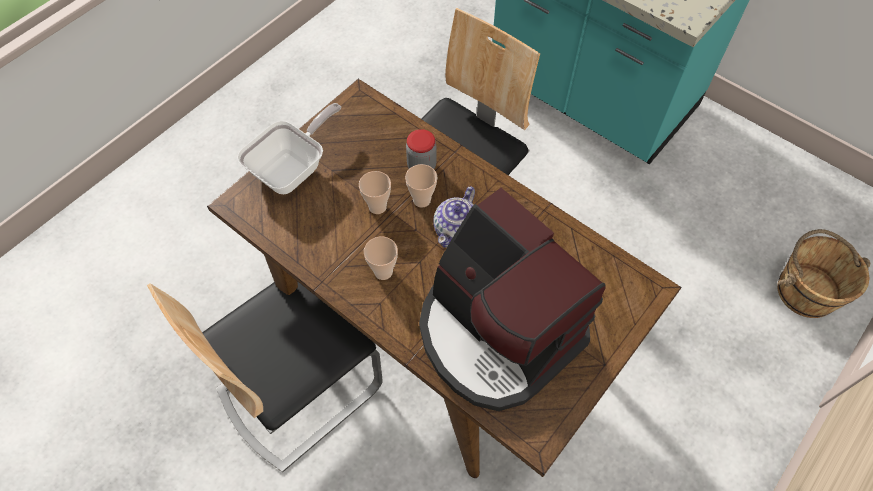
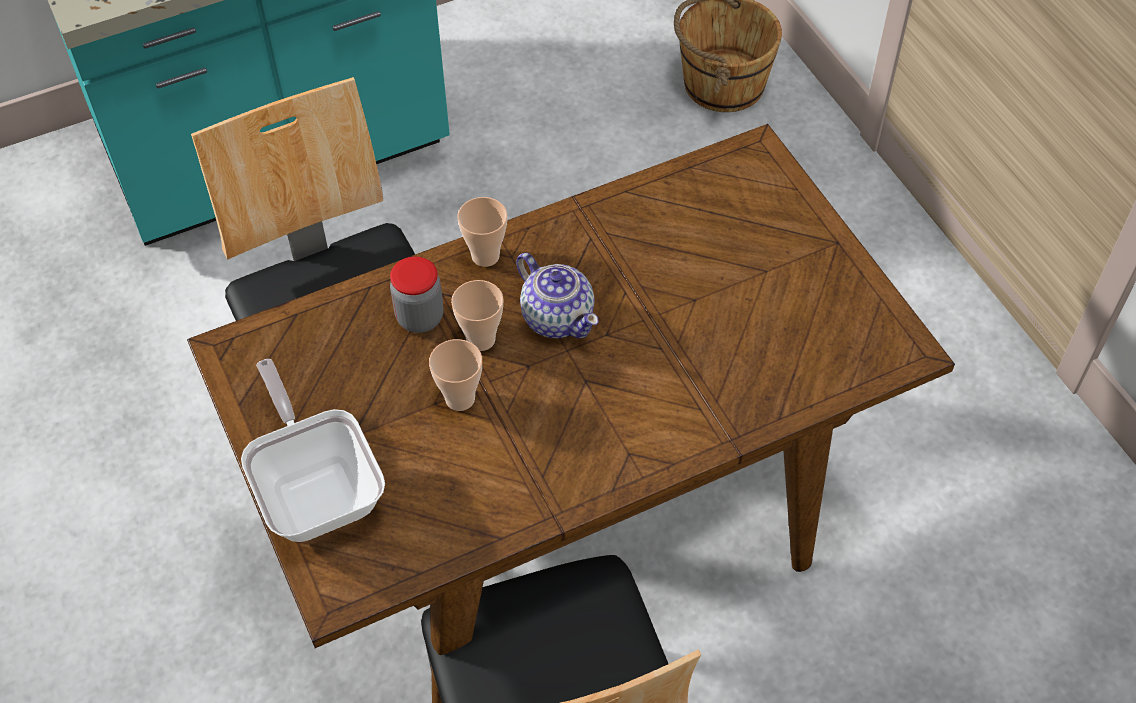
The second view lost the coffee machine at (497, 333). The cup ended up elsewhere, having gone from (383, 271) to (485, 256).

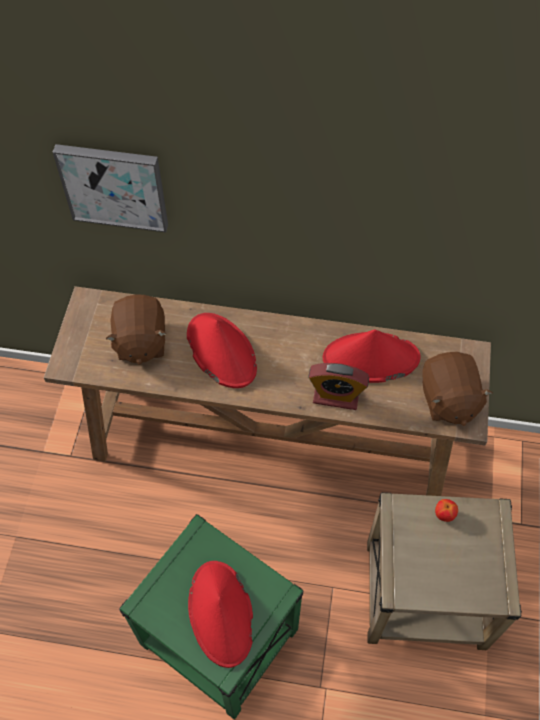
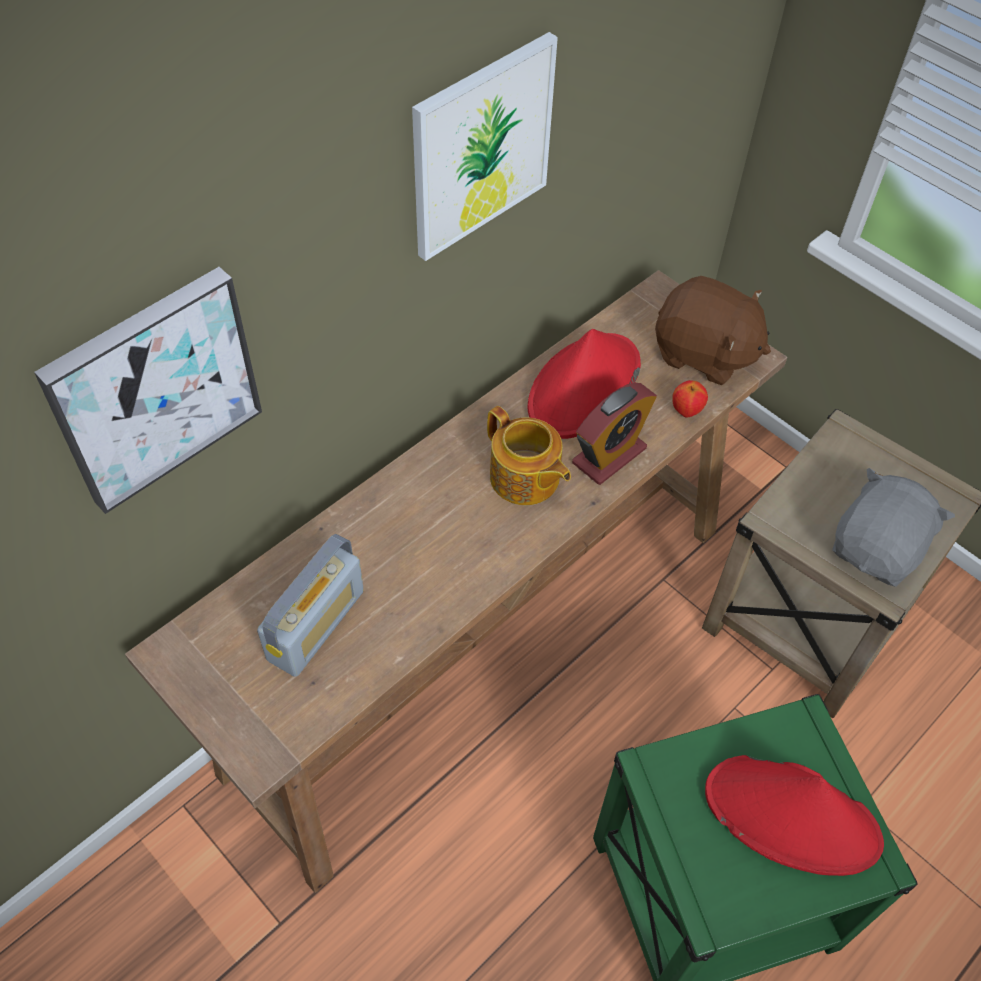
Where the brown plush toy stood at (140, 342), the radio came to stand at (316, 625). The second view lost the red hat at (221, 351). The apple ended up elsewhere, having gone from (444, 515) to (686, 411). The second view gained the picture at (481, 147). The second view gained the teapot at (525, 479). The second view gained the grey plush toy at (877, 550).

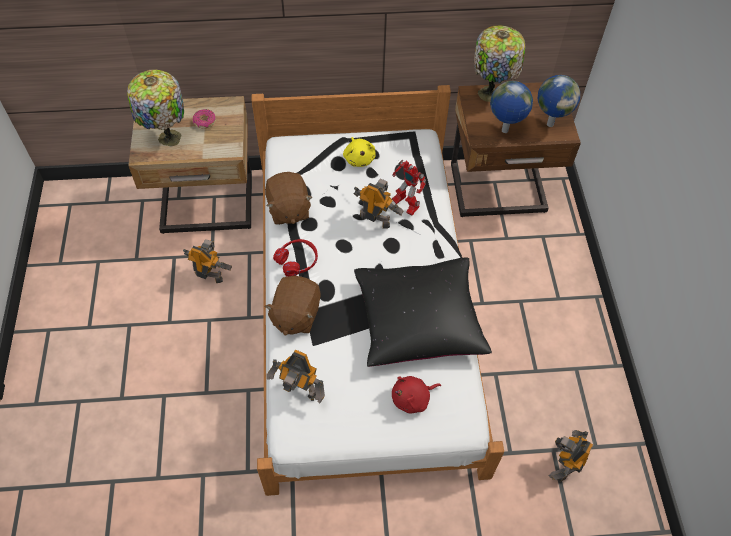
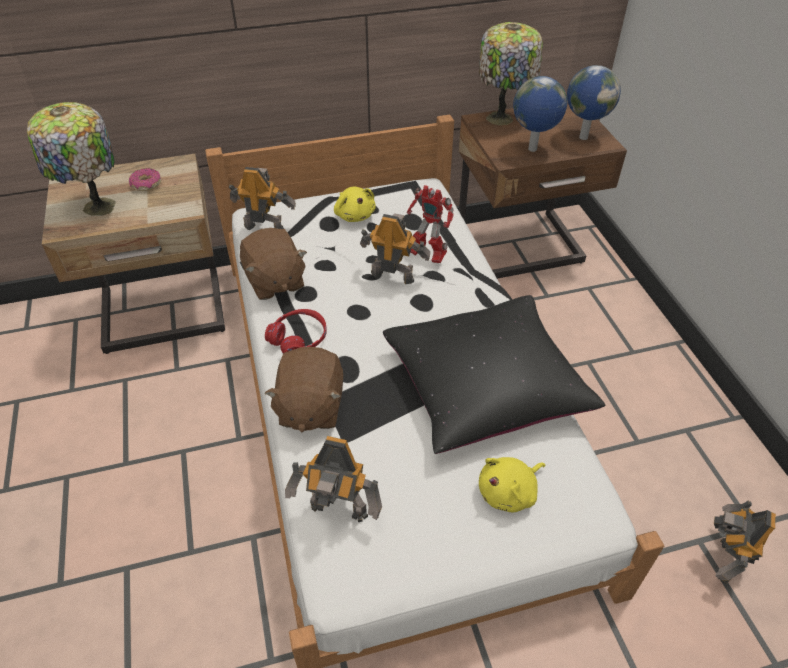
The toy robot ended up elsewhere, having gone from (209, 275) to (264, 227). What was the red plush toy at (413, 399) turned into the yellow plush toy at (509, 492).

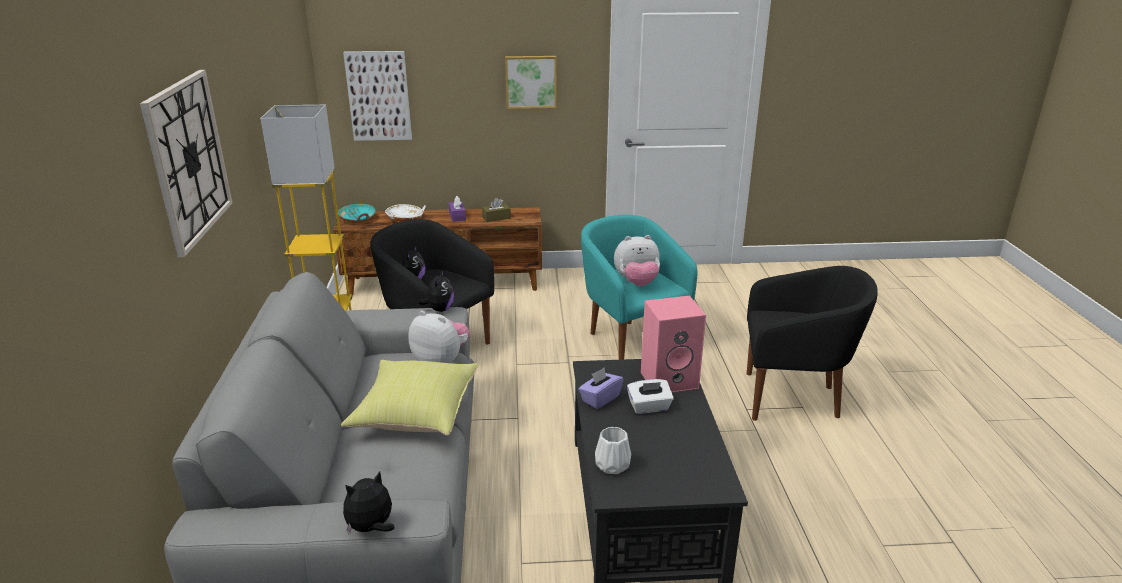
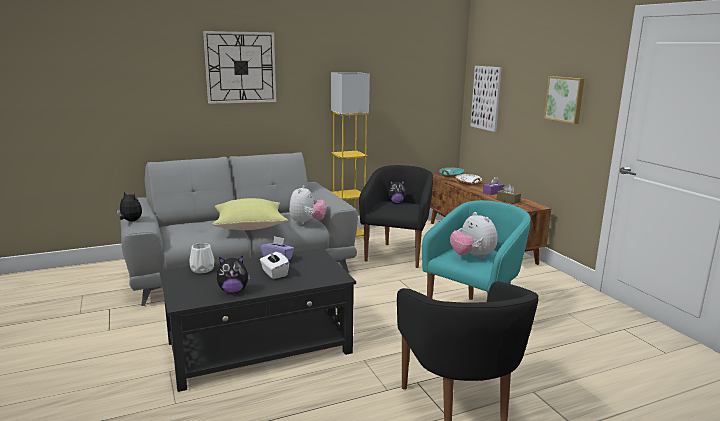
The plush toy ended up elsewhere, having gone from (439, 309) to (233, 291). The second view lost the pink speaker at (670, 379).

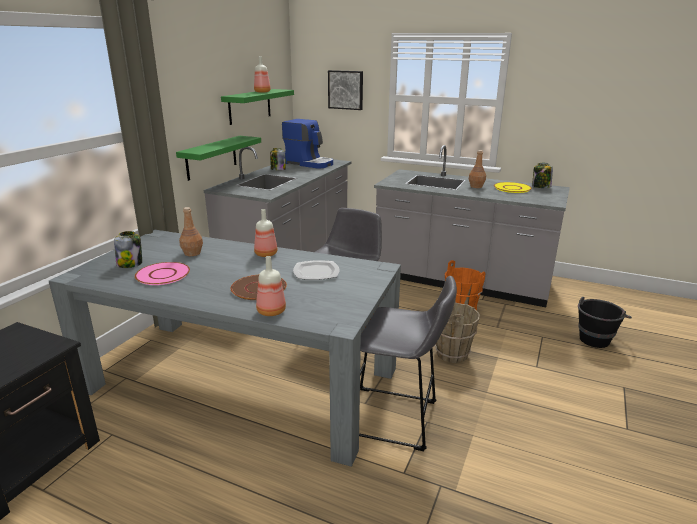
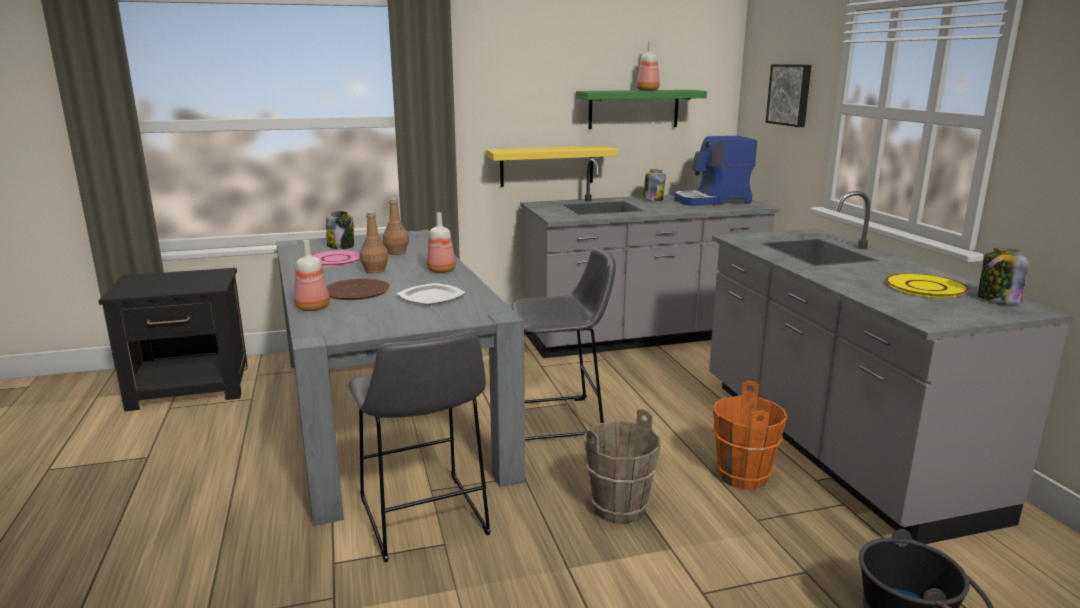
The coffee machine at (309, 163) ended up facing another way, 90 degrees clockwise from before. What was the green shelf at (211, 157) turned into the yellow shelf at (547, 166). The brown bottle ended up elsewhere, having gone from (476, 186) to (374, 270).

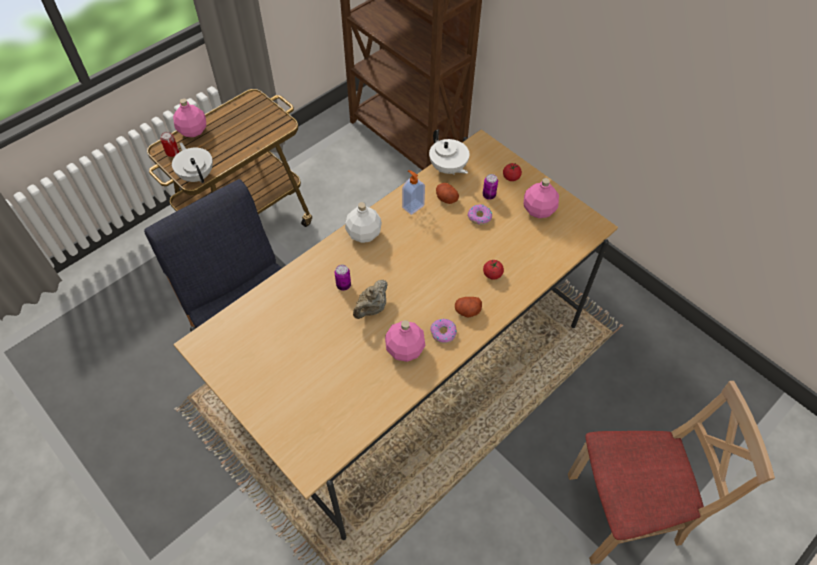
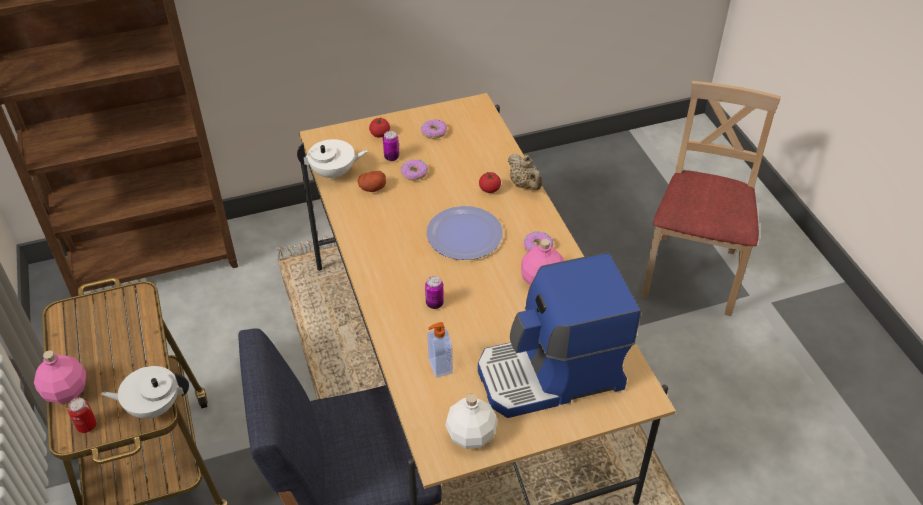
The soap dispenser ended up elsewhere, having gone from (412, 206) to (439, 366). Where the pink bottle stood at (538, 210), the donut came to stand at (434, 132). The white bottle ended up elsewhere, having gone from (363, 233) to (470, 435). The beige teapot ended up elsewhere, having gone from (371, 309) to (525, 185). The second view lost the potato at (467, 311). The second view gained the plate at (465, 234). The second view gained the coffee machine at (551, 375).

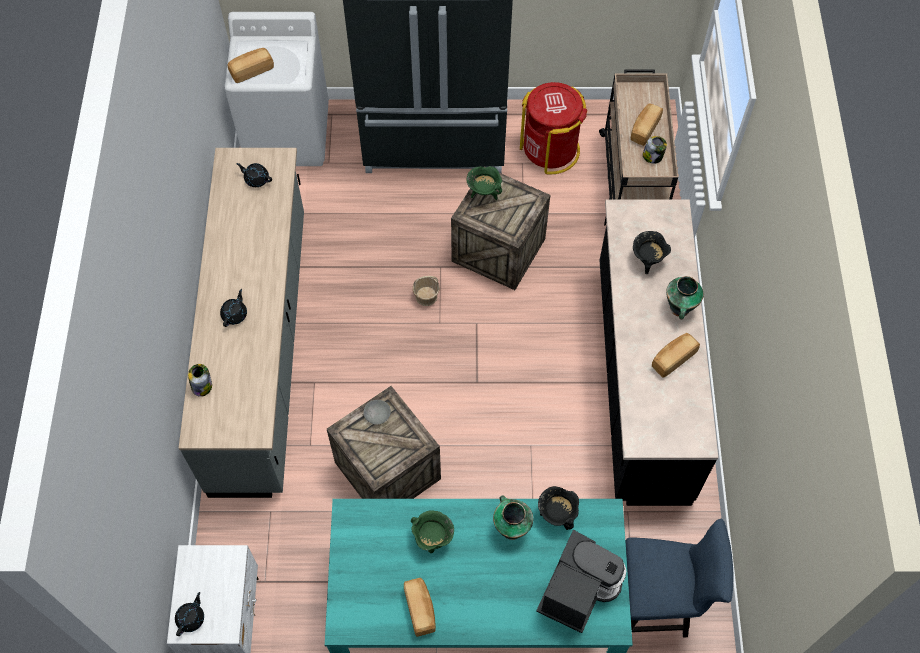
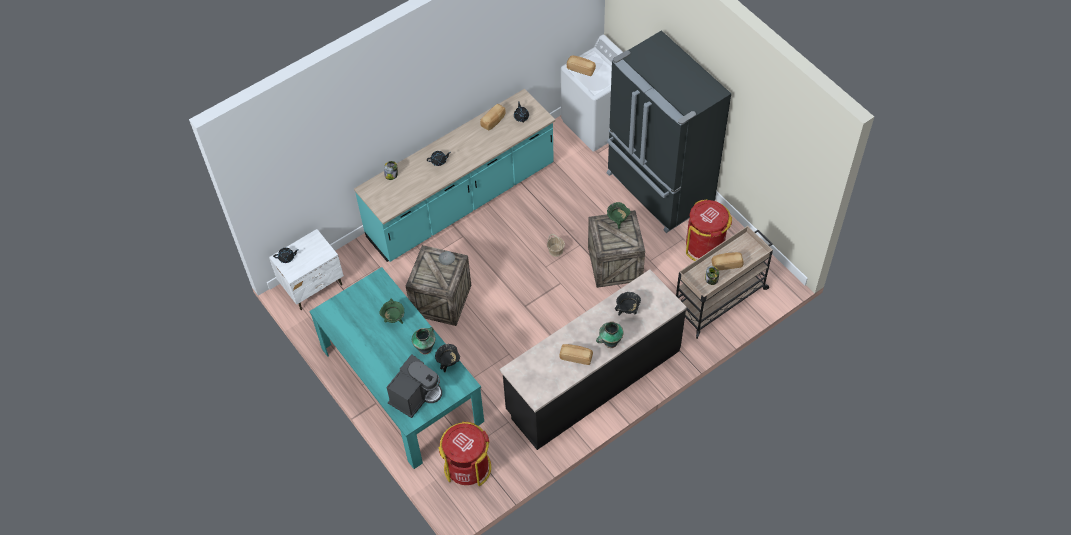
What was the grey counter at (262, 350) turned into the turquoise counter at (461, 202). Where the blue chair stood at (658, 603), the red trash can came to stand at (467, 467). The coffee machine at (577, 590) ended up facing another way, 45 degrees counterclockwise from before. The bread ended up elsewhere, having gone from (421, 609) to (493, 121).

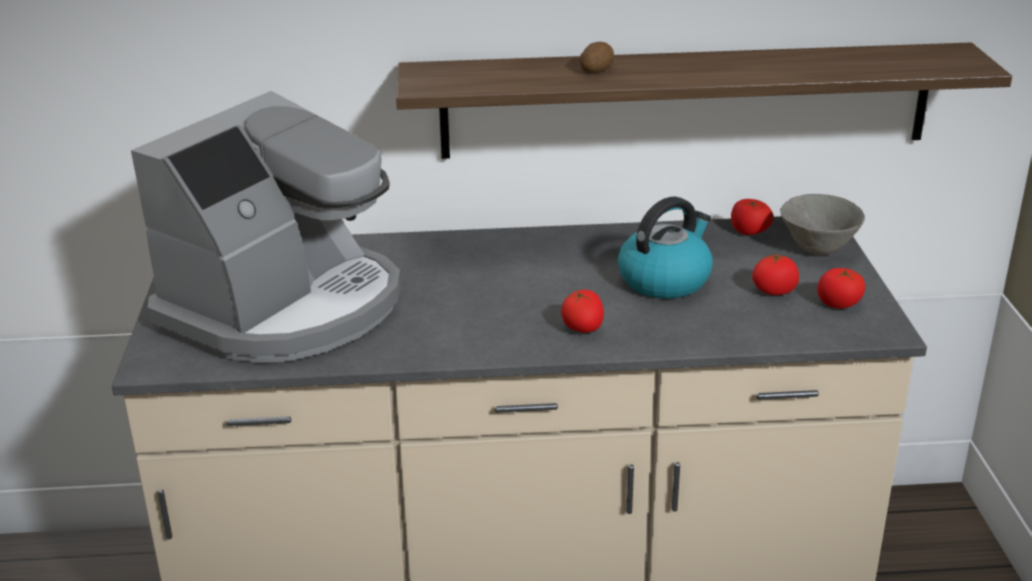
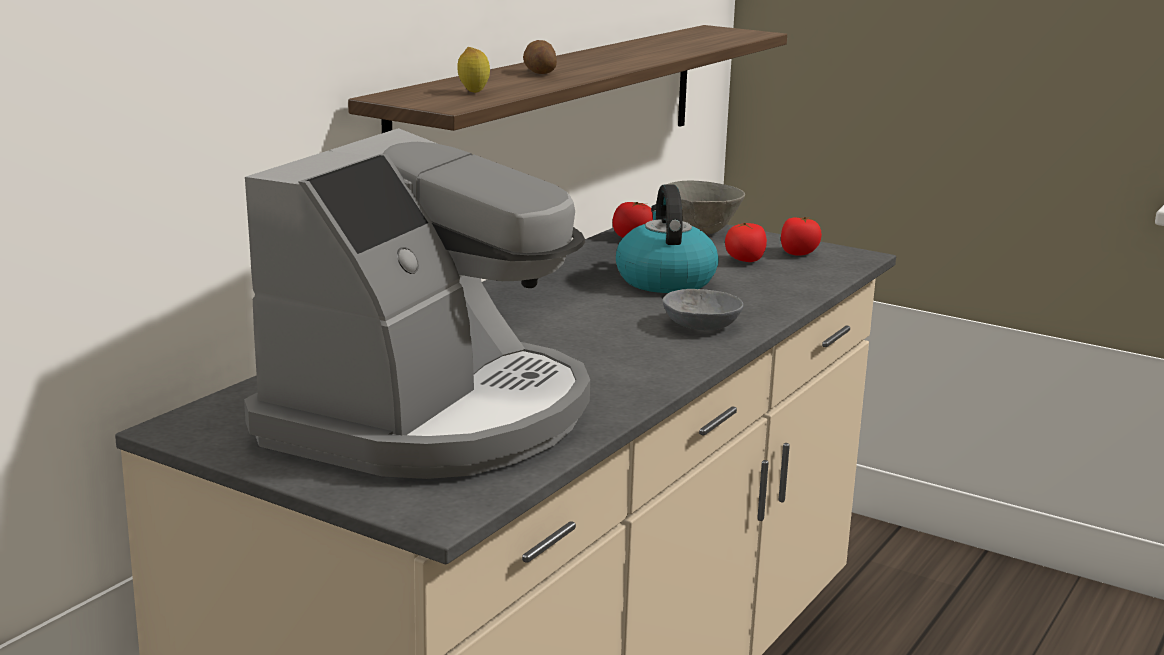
The coffee machine at (286, 307) ended up facing another way, 45 degrees clockwise from before. Where the tomato stood at (583, 328), the grey bowl came to stand at (700, 326). The second view gained the lemon at (473, 92).

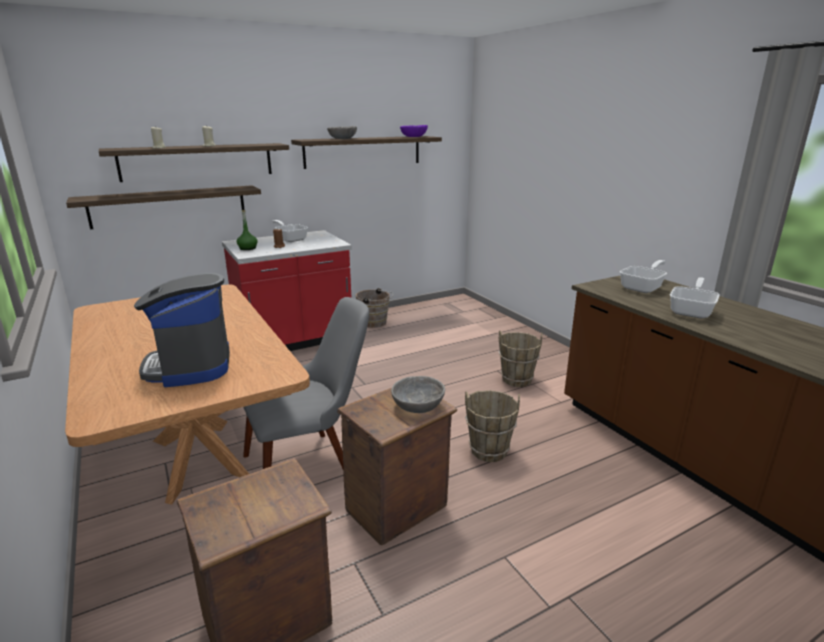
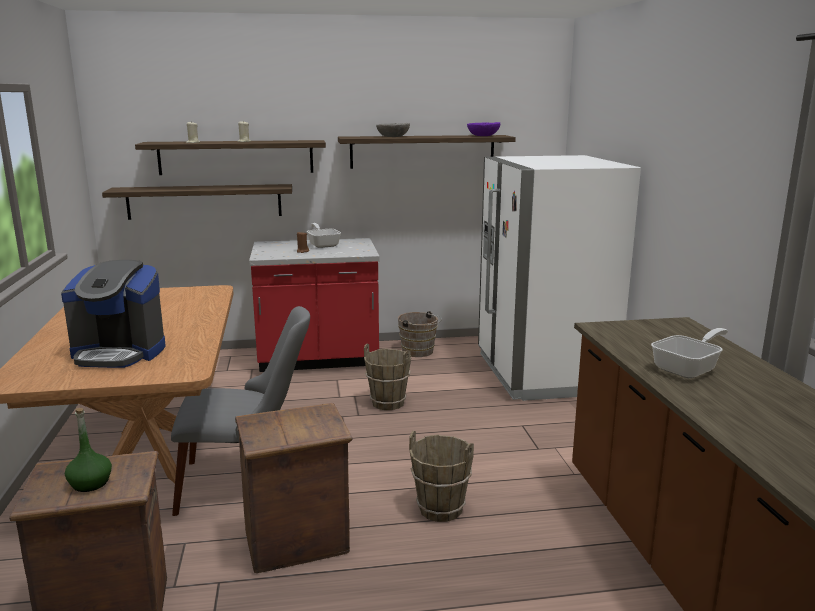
The green bottle ended up elsewhere, having gone from (248, 248) to (90, 483). The second view lost the frying pan at (643, 287). The coffee machine at (190, 366) ended up facing another way, 90 degrees counterclockwise from before. The brown bucket ended up elsewhere, having gone from (516, 380) to (388, 403). The second view lost the grey bowl at (418, 406). The second view gained the white fridge at (543, 373).

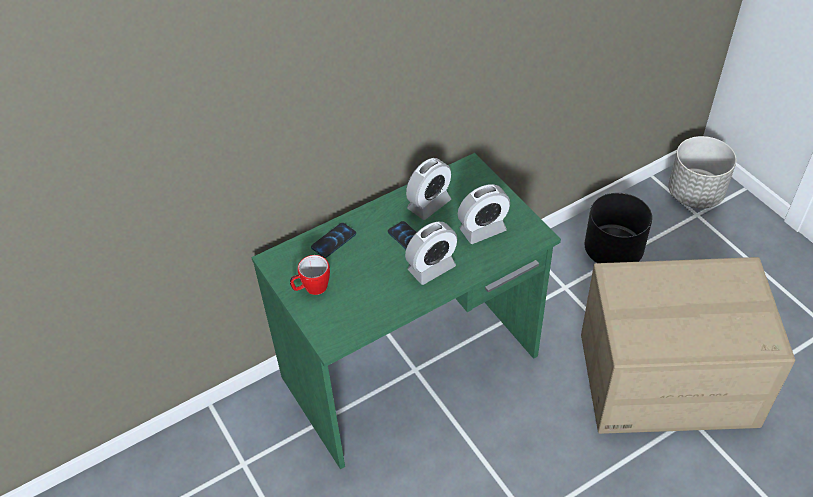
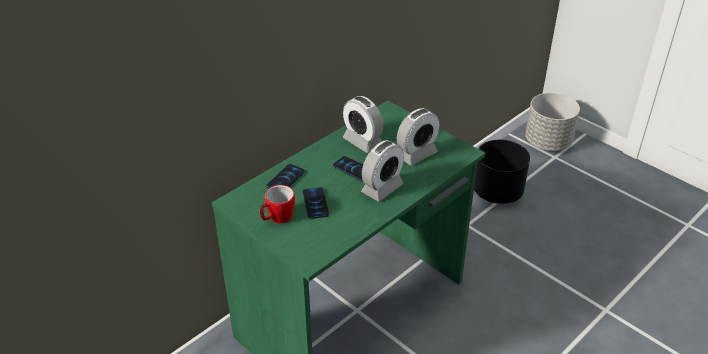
The alarm clock at (429, 204) ended up facing another way, 105 degrees clockwise from before. The second view lost the cardboard box at (666, 381). The second view gained the phone at (315, 203).

